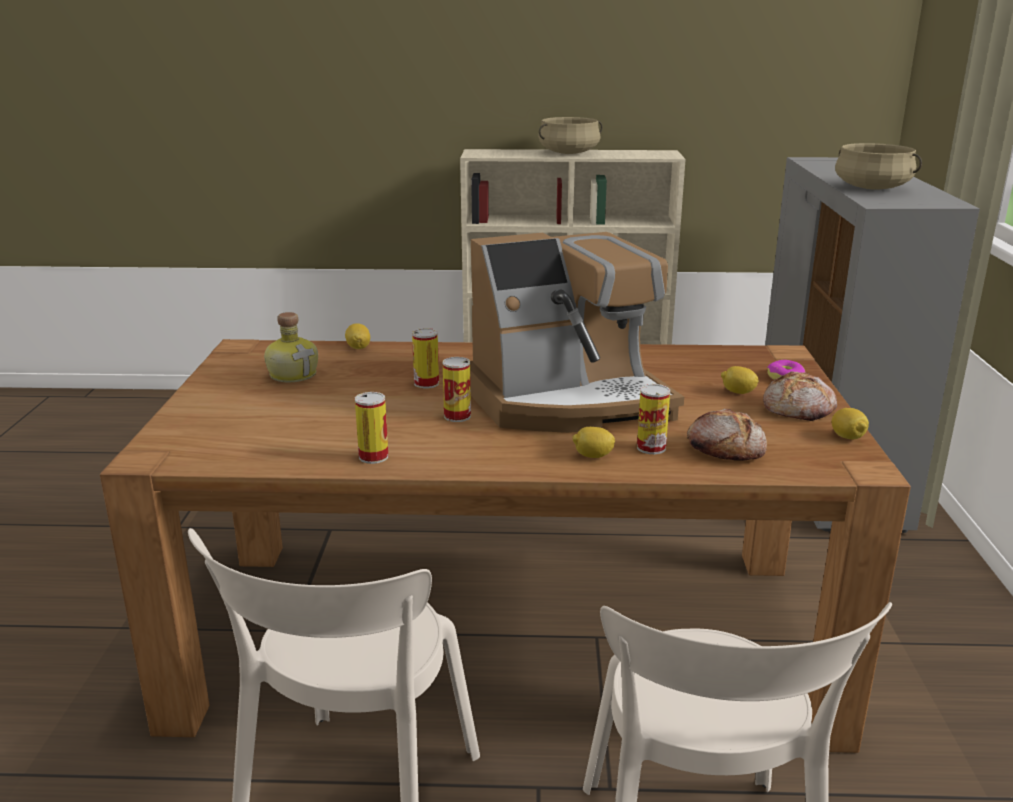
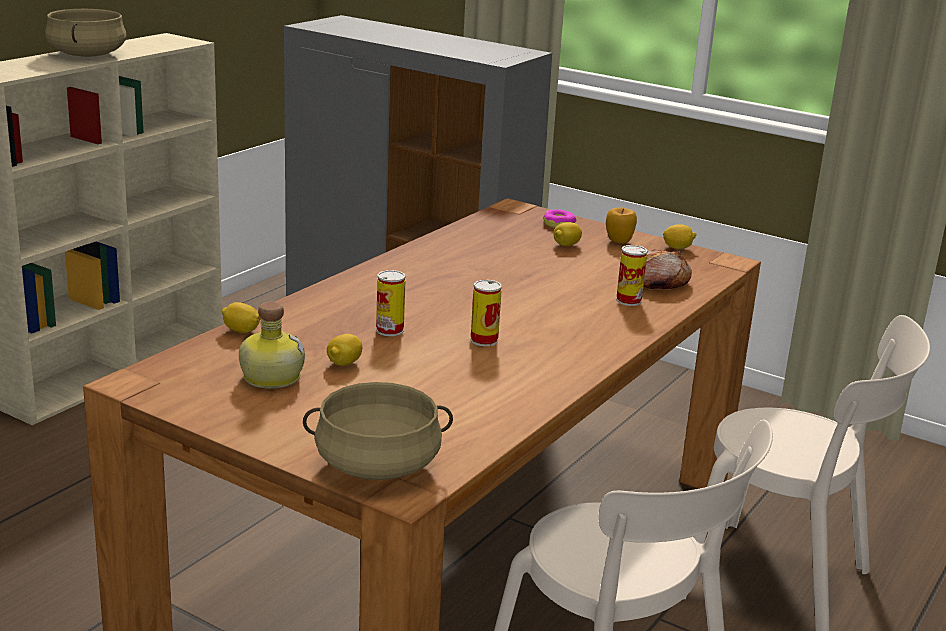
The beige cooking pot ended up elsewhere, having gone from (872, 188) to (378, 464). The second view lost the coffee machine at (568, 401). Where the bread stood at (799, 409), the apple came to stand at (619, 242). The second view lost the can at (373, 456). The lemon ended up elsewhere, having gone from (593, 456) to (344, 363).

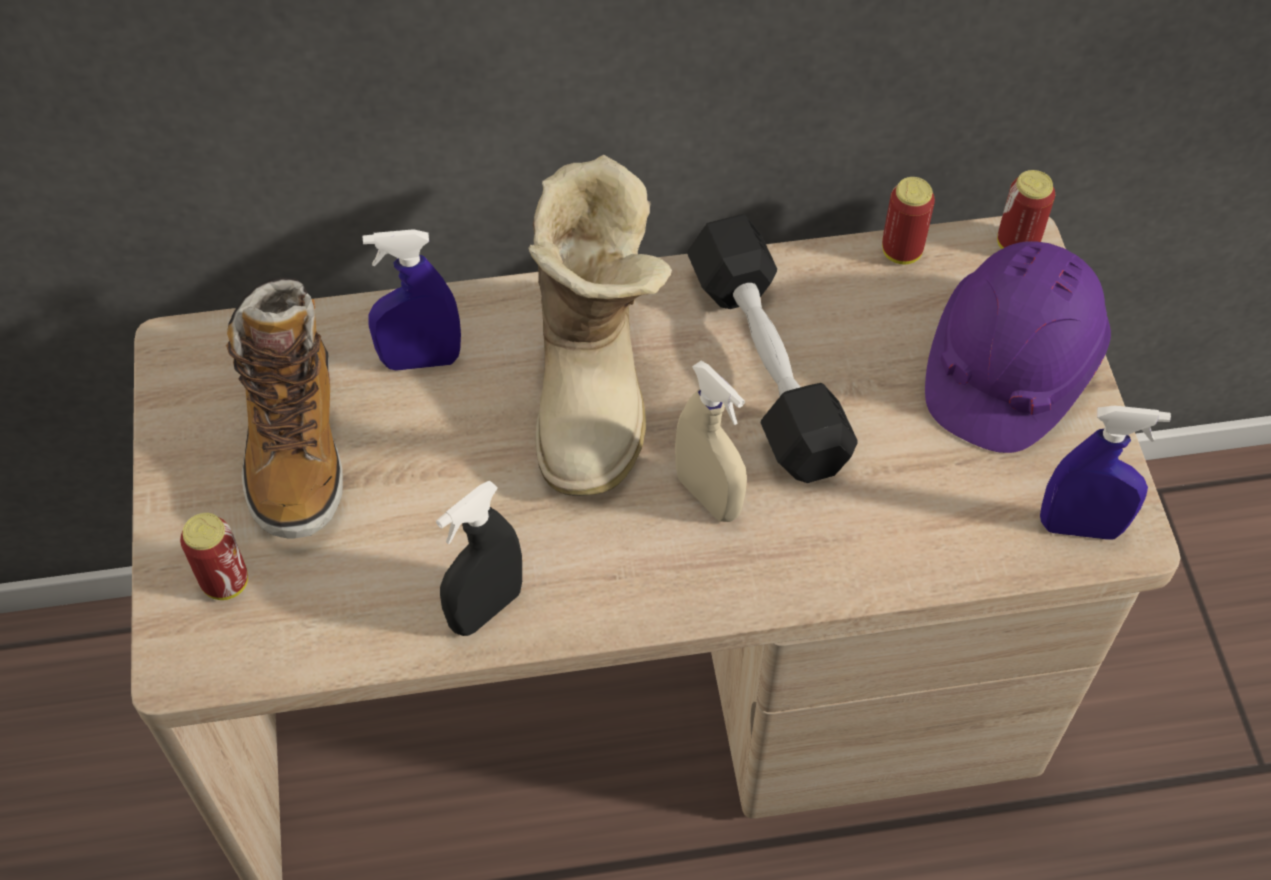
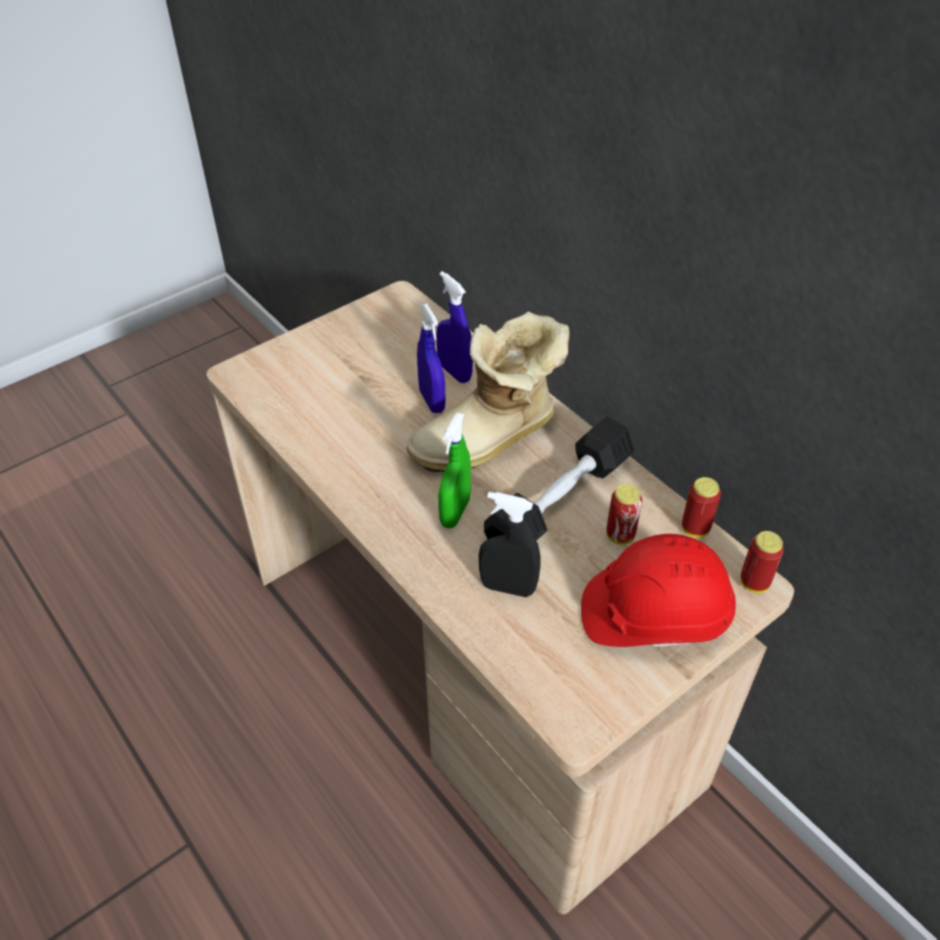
What was the purple hard hat at (1008, 368) turned into the red hard hat at (654, 614). The second view lost the boot at (295, 443). What was the beige spray bottle at (708, 496) turned into the green spray bottle at (455, 512). The blue spray bottle ended up elsewhere, having gone from (1080, 527) to (432, 401). The black spray bottle ended up elsewhere, having gone from (486, 609) to (507, 587). The can ended up elsewhere, having gone from (225, 582) to (620, 535).

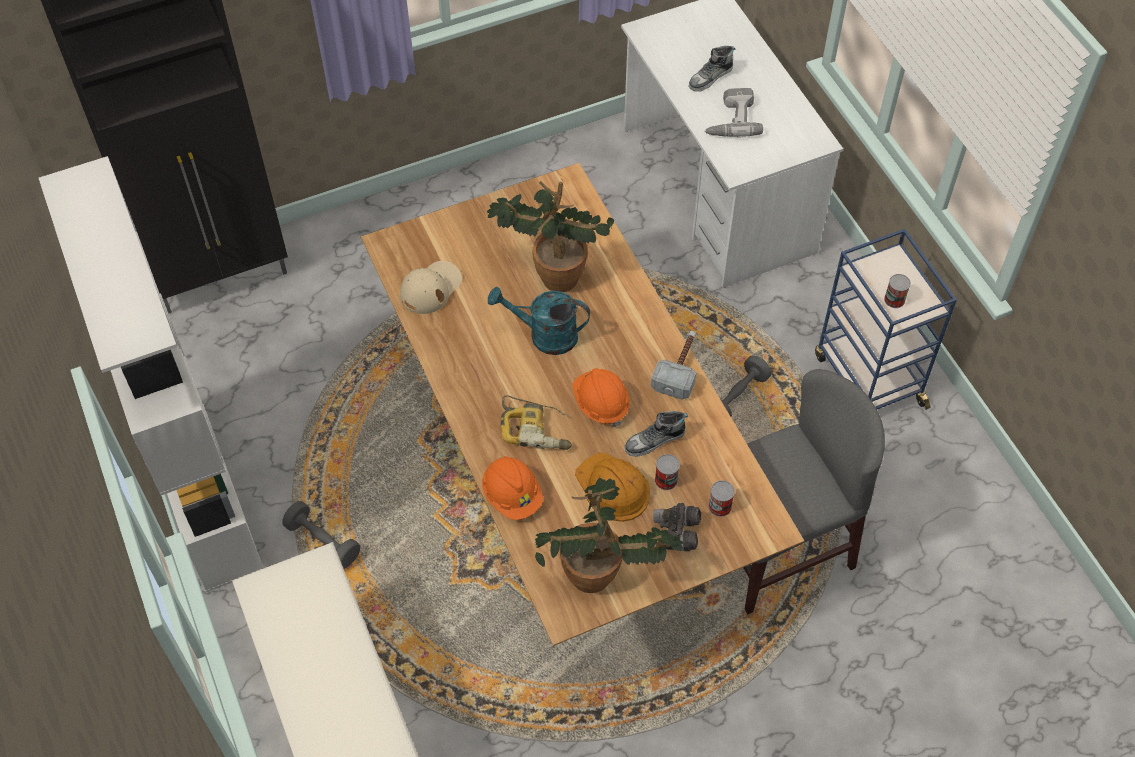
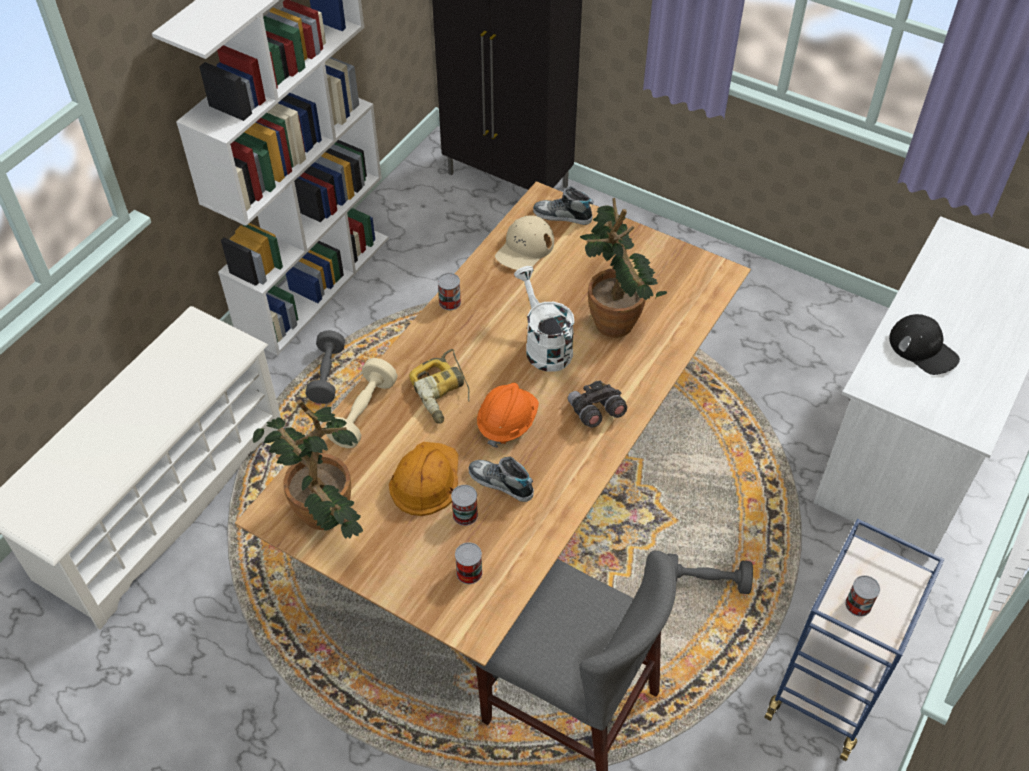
The shoe ended up elsewhere, having gone from (710, 77) to (562, 216). Where the power drill stood at (730, 119), the black cap came to stand at (923, 349). The beige cap at (431, 288) ended up facing another way, 120 degrees clockwise from before. What was the turquoise watering can at (544, 335) turned into the white watering can at (544, 345). The second view lost the hammer at (680, 367). Where the orange hard hat stood at (512, 496), the beige dumbbell came to stand at (363, 413). The grey binoculars ended up elsewhere, having gone from (675, 535) to (595, 412). The second view gained the can at (450, 302).

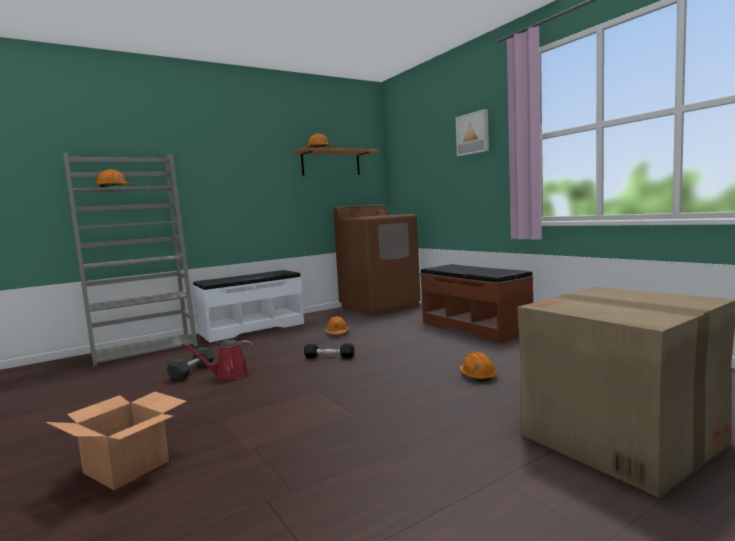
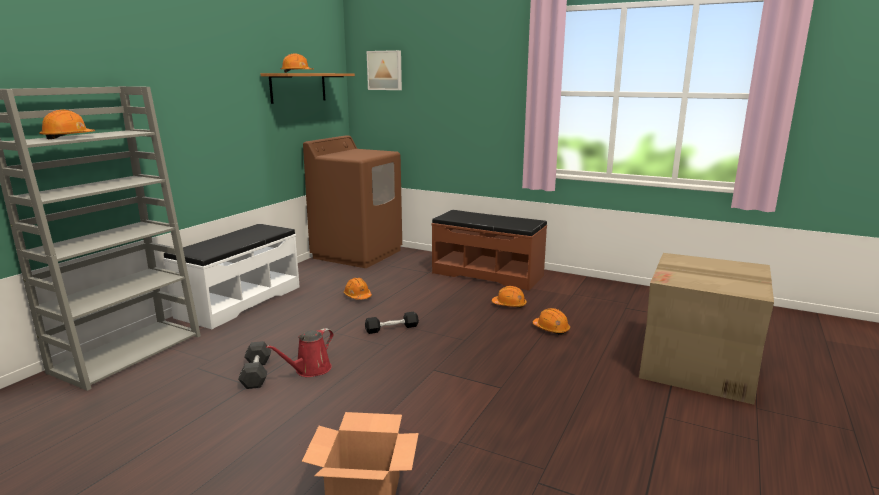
The picture ended up elsewhere, having gone from (473, 133) to (385, 70). The second view gained the orange hard hat at (509, 305).

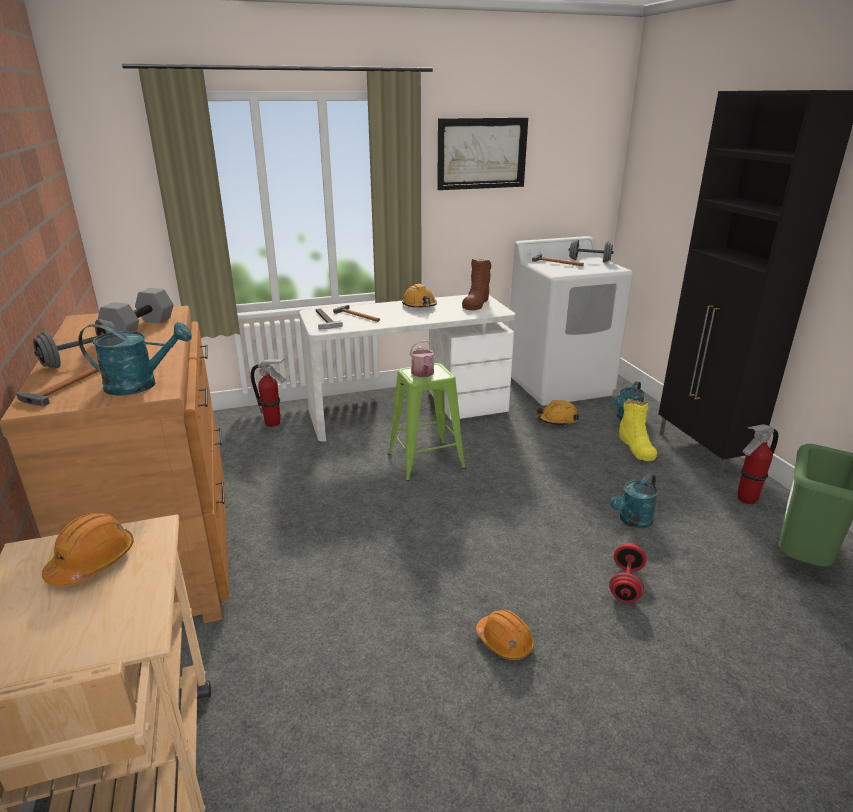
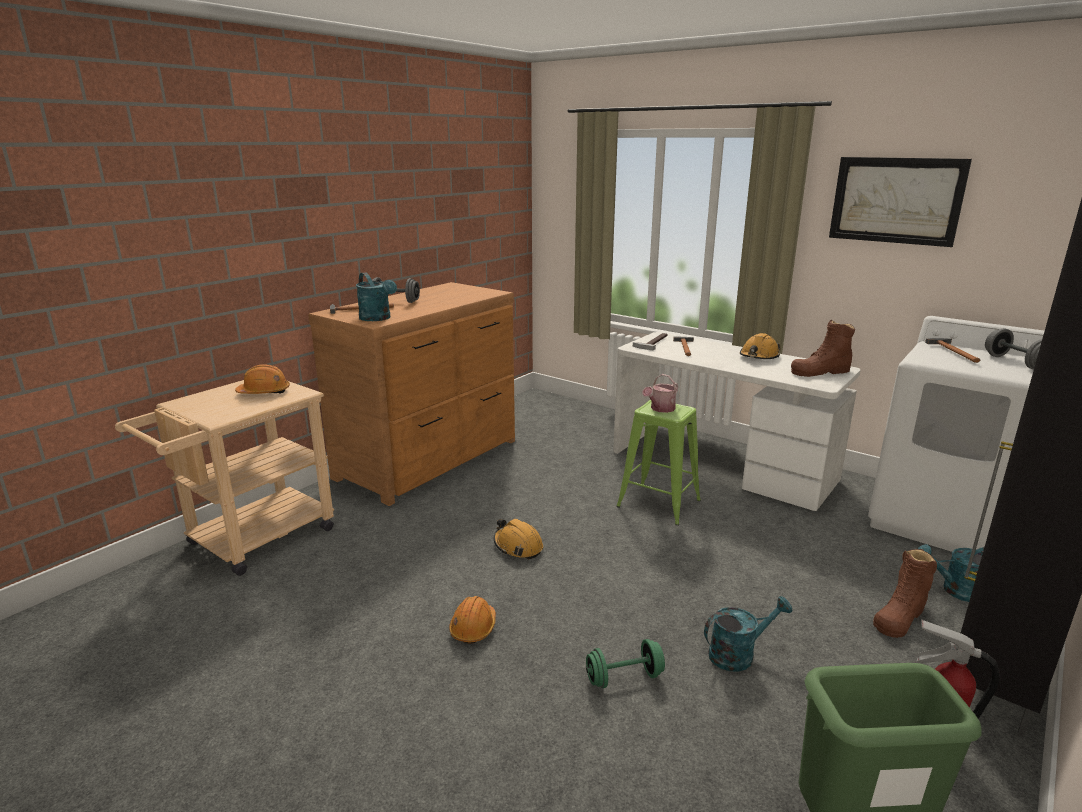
The second view lost the grey dumbbell at (139, 328). The second view lost the fire extinguisher at (273, 423). What was the yellow boot at (636, 447) turned into the brown boot at (900, 616). The orange hard hat ended up elsewhere, having gone from (557, 420) to (518, 546). The turquoise watering can at (632, 521) ended up facing another way, 150 degrees clockwise from before. What was the red dumbbell at (626, 584) turned into the green dumbbell at (624, 677).

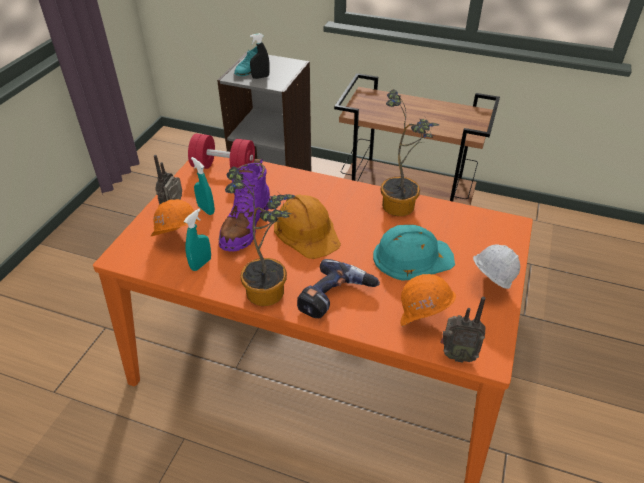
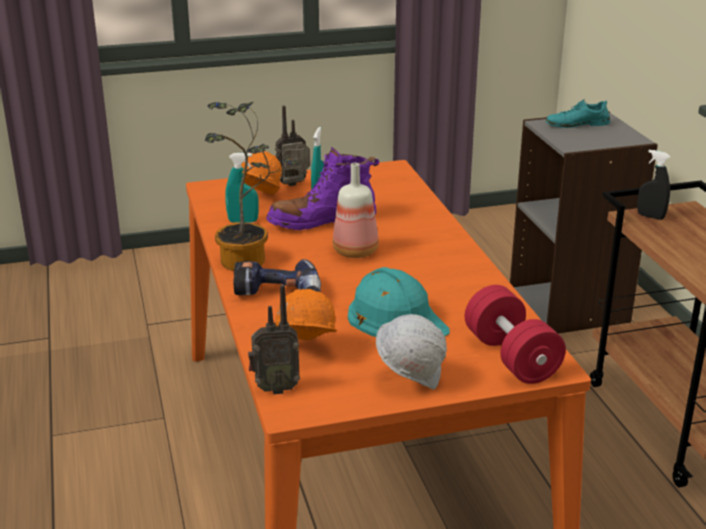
The black spray bottle ended up elsewhere, having gone from (260, 77) to (650, 216). The second view lost the potted plant at (402, 204). The red dumbbell ended up elsewhere, having gone from (223, 167) to (511, 357). Where the orange hard hat stood at (307, 231), the bottle came to stand at (357, 251). The radio at (457, 355) ended up facing another way, 75 degrees counterclockwise from before.

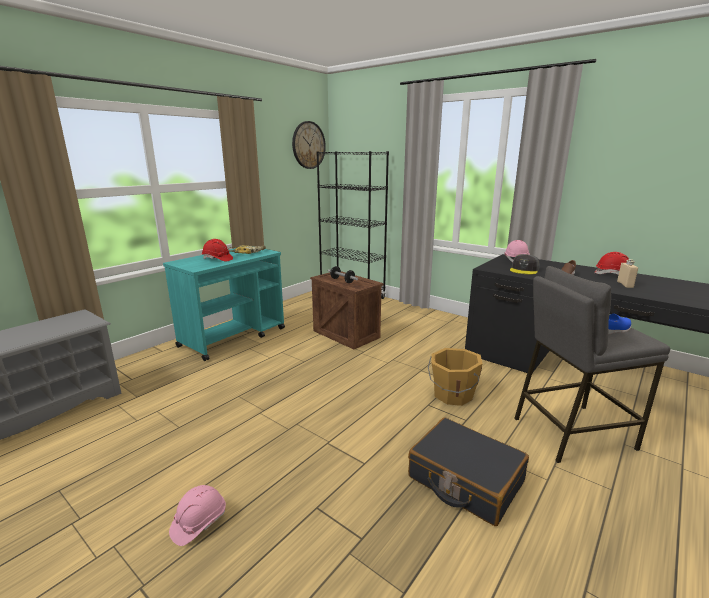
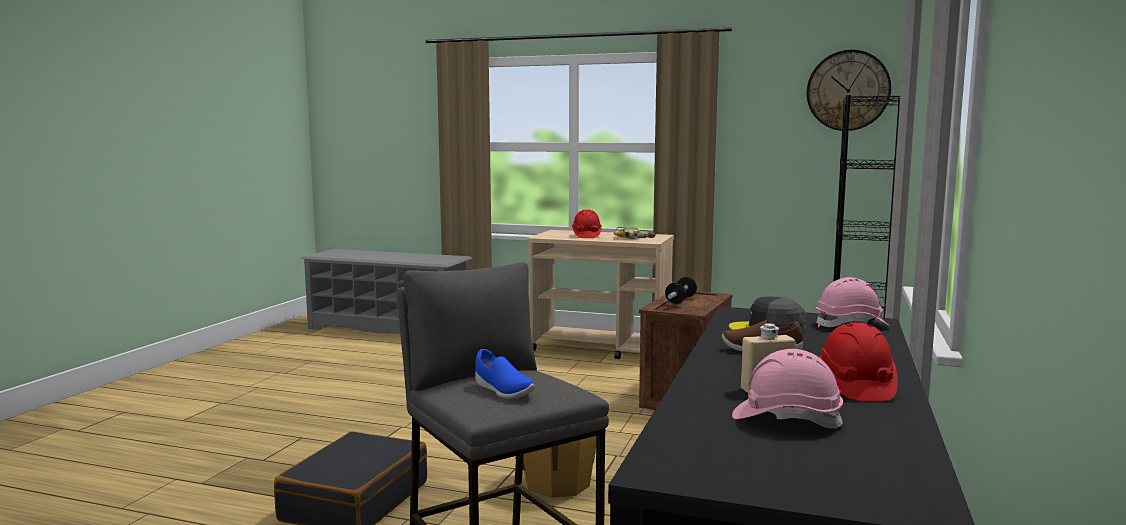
What was the turquoise cart at (234, 337) turned into the beige cart at (602, 348). The pink hard hat ended up elsewhere, having gone from (199, 522) to (786, 419).

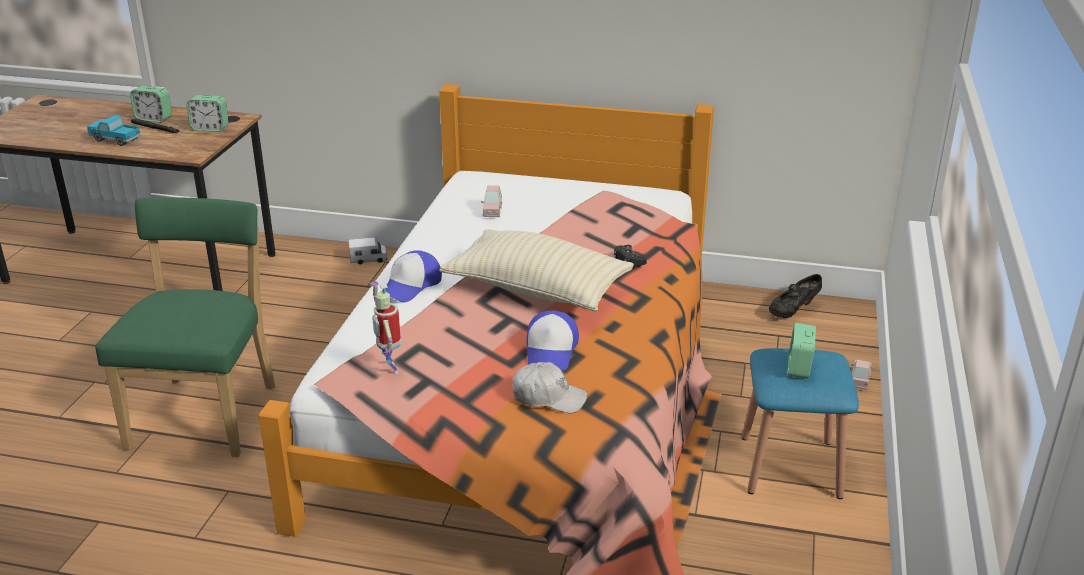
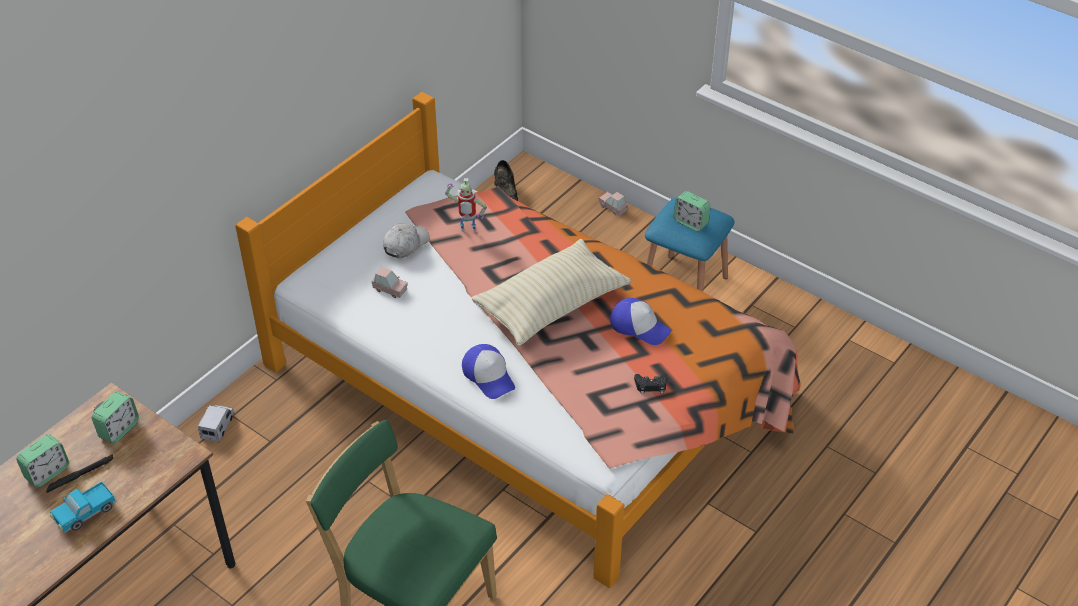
The black game controller ended up elsewhere, having gone from (628, 260) to (651, 386). The toy robot ended up elsewhere, having gone from (390, 368) to (467, 232). The white cap ended up elsewhere, having gone from (548, 397) to (405, 244).

